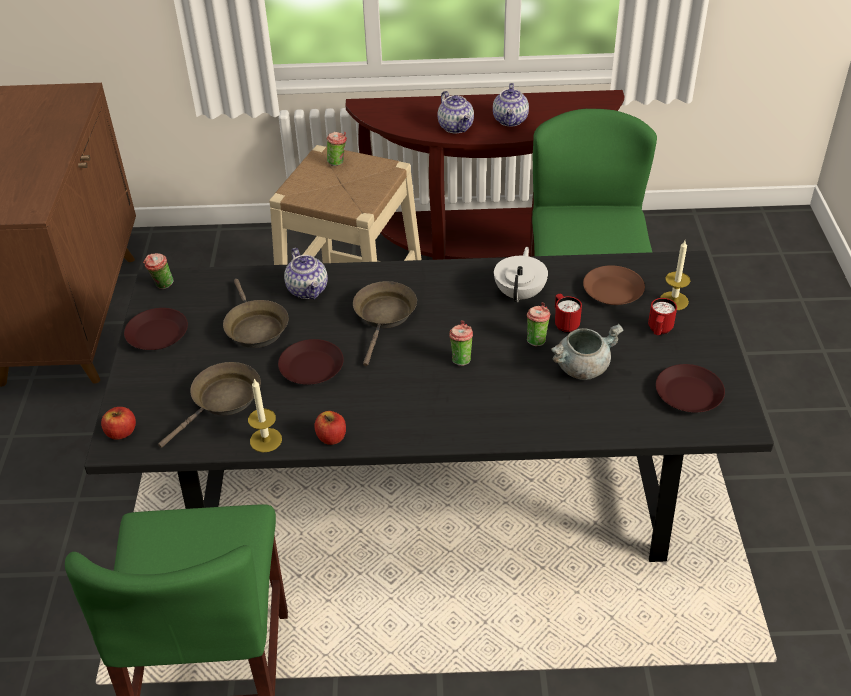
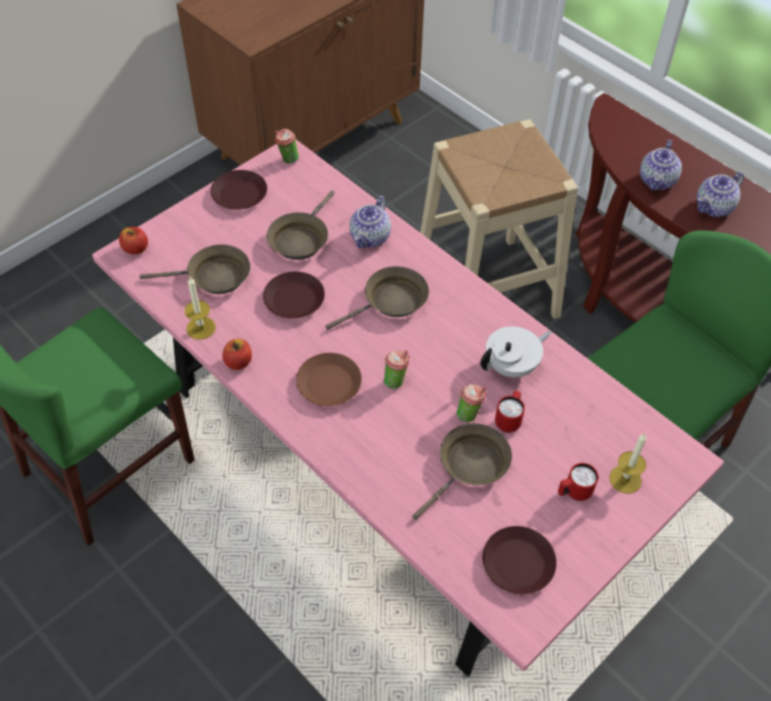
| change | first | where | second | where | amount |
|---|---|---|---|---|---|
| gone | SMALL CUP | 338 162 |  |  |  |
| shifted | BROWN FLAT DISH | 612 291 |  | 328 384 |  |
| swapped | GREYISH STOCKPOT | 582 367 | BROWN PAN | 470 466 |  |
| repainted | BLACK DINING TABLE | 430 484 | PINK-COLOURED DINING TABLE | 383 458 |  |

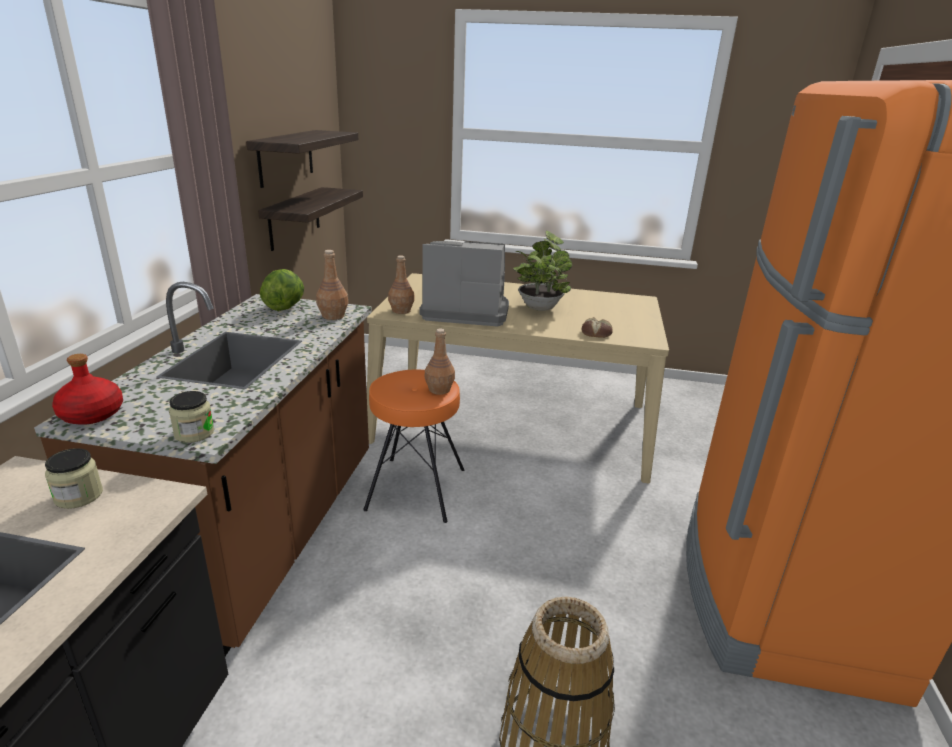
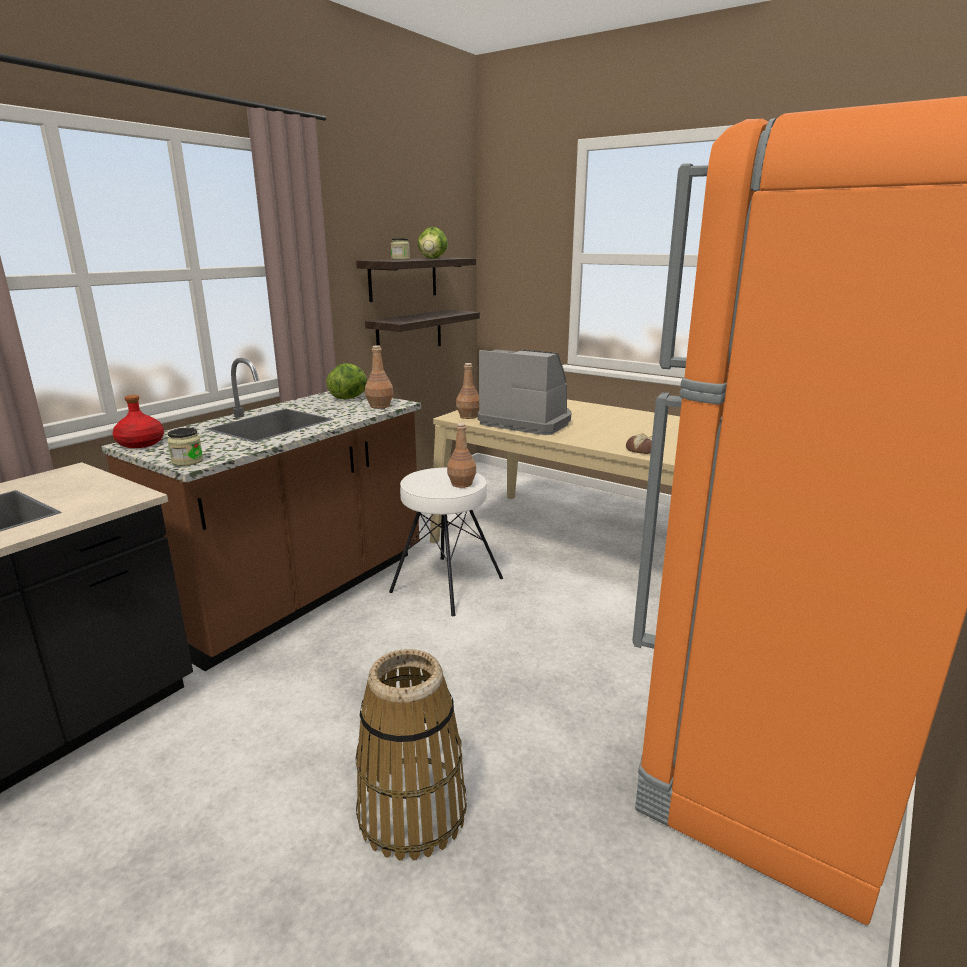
| change | first | where | second | where | amount |
|---|---|---|---|---|---|
| gone | PLANT IN A POT | 540 306 |  |  |  |
| new |  |  | HEAD OF LETTUCE | 432 258 |  |
| shifted | PRESERVE JAR | 79 496 |  | 400 259 |  |
| repainted | ORANGEY STOOL SEAT | 415 488 | WHITE-COLOURED STOOL SEAT | 446 584 |  |

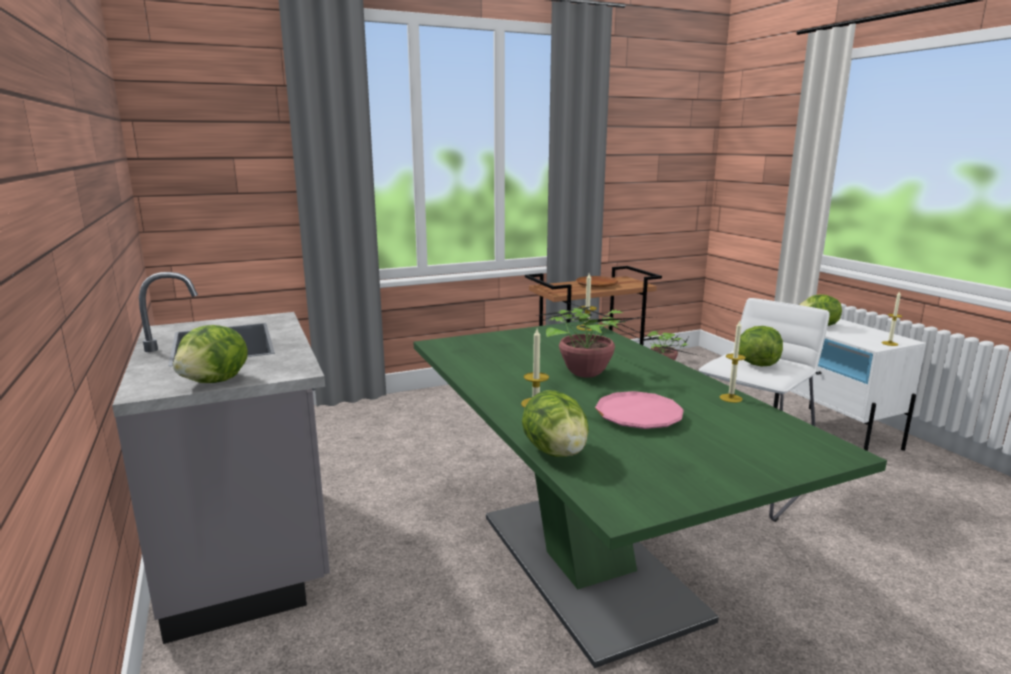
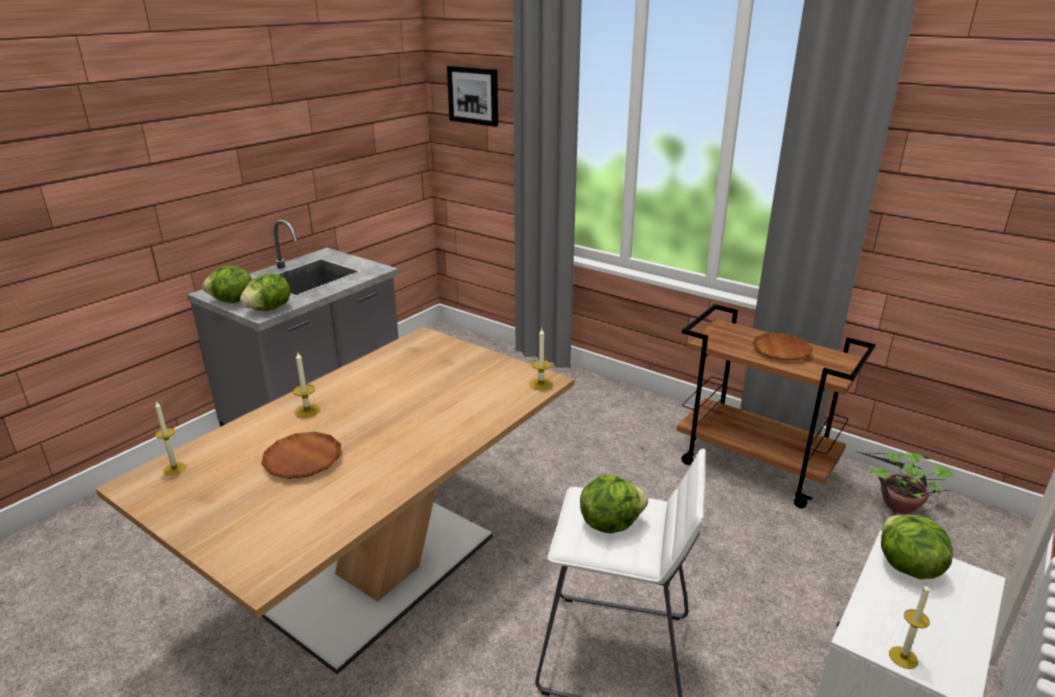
| change | first | where | second | where | amount |
|---|---|---|---|---|---|
| gone | PLANT IN A POT | 584 372 |  |  |  |
| new |  |  | WALL ART | 473 95 |  |
| shifted | HEAD OF LETTUCE | 556 452 |  | 268 309 |  |
| shifted | WAX CANDLE | 730 398 |  | 174 468 |  |
| repainted | GREENISH DINING TABLE | 587 564 | BROWN DINING TABLE | 381 572 |  |
| repainted | PINK-COLOURED FLAT DISH | 638 416 | BROWN FLAT DISH | 303 460 |  |

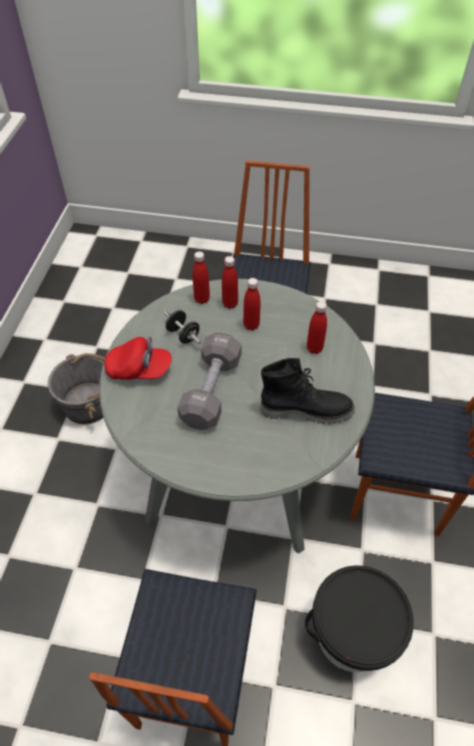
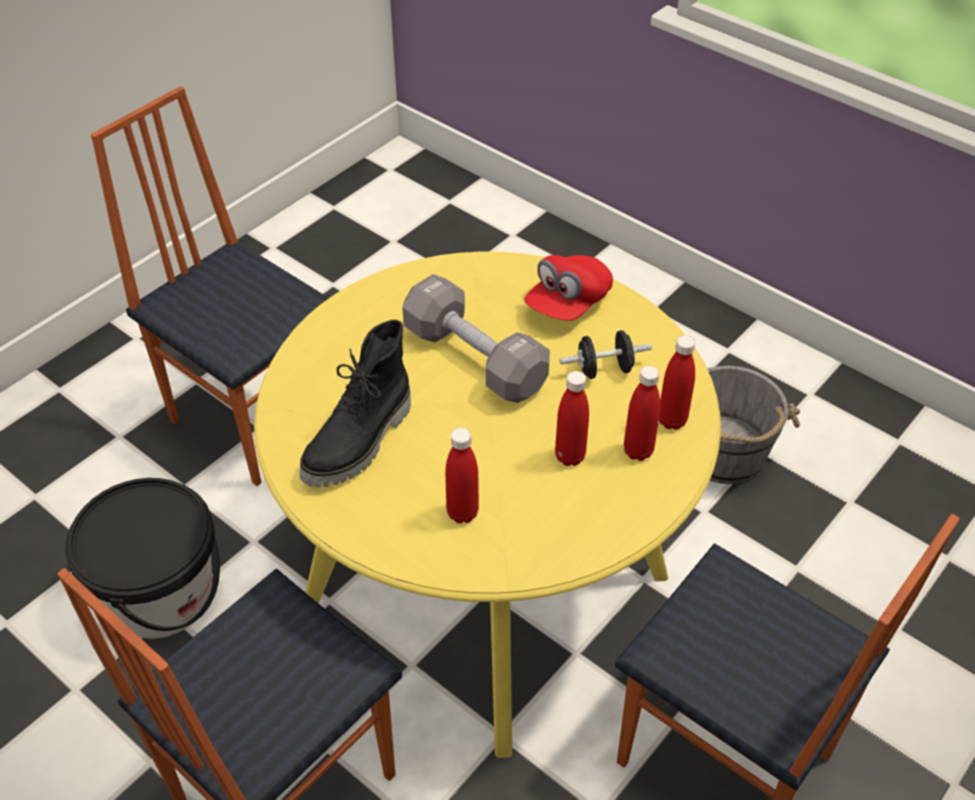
| change | first | where | second | where | amount |
|---|---|---|---|---|---|
| repainted | GREYISH DINING TABLE | 236 468 | YELLOW DINING TABLE | 487 586 |  |

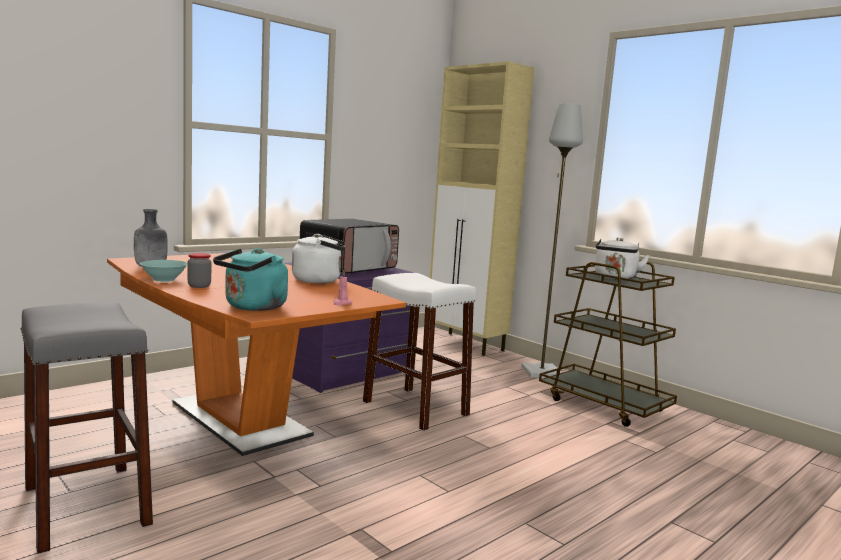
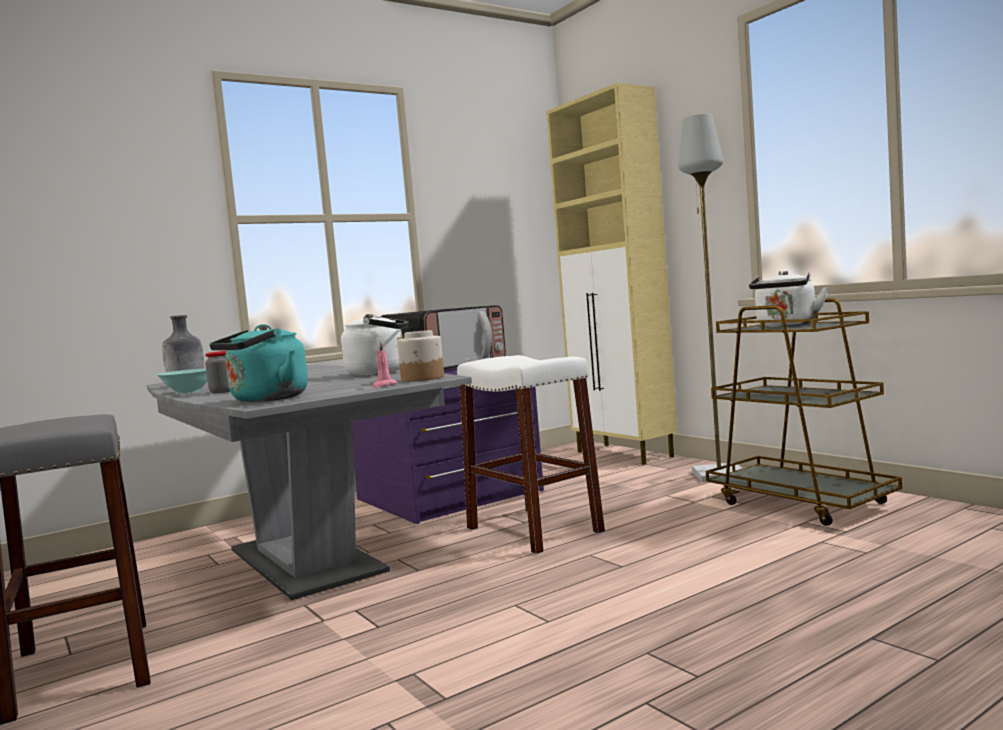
| change | first | where | second | where | amount |
|---|---|---|---|---|---|
| new |  |  | PRESERVE JAR | 423 378 |  |
| repainted | ORANGEY DINING TABLE | 240 419 | GREYISH DINING TABLE | 305 561 |  |

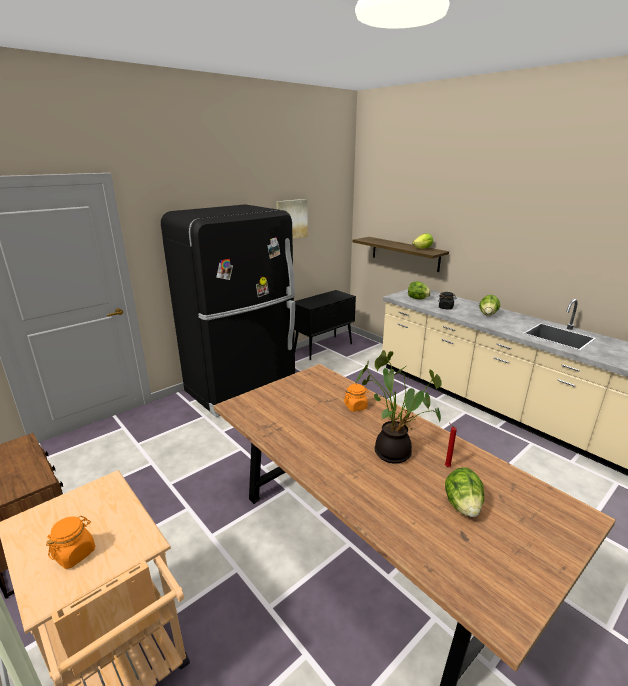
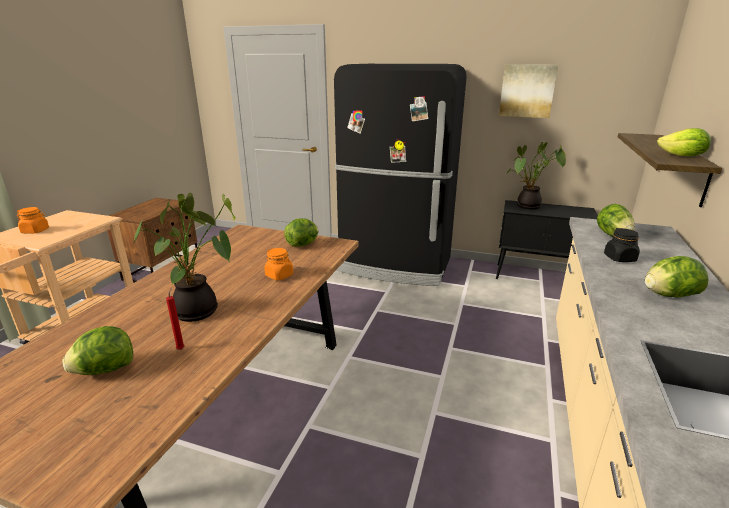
| change | first | where | second | where | amount |
|---|---|---|---|---|---|
| new |  |  | HEAD OF LETTUCE | 303 244 |  |
| new |  |  | PLANT IN A POT | 528 207 |  |

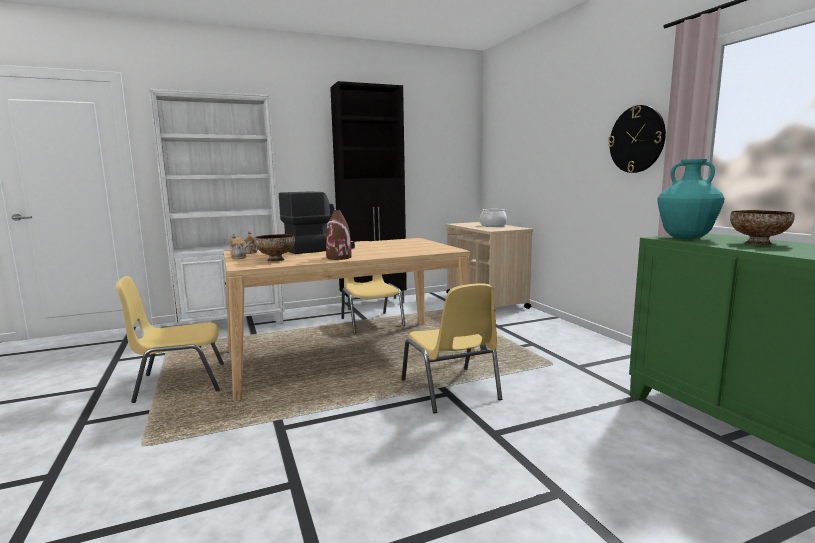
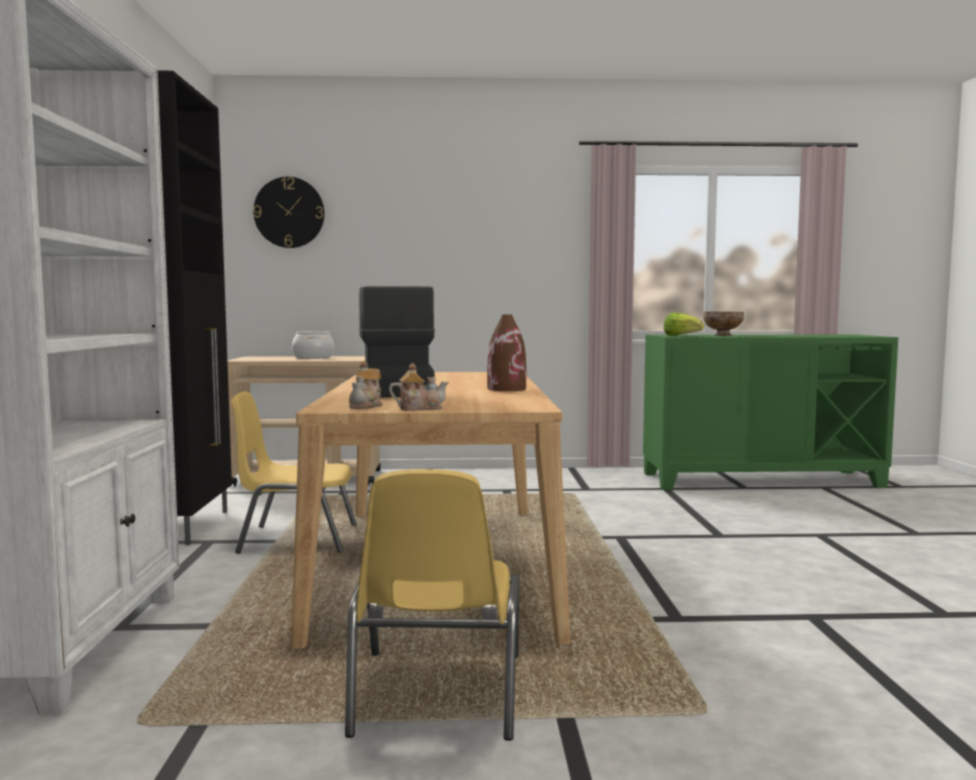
| change | first | where | second | where | amount |
|---|---|---|---|---|---|
| gone | BOWL | 276 260 |  |  |  |
| gone | YELLOW CHAIR | 451 390 |  |  |  |
| shifted | CLOCK ON THE WALL | 636 139 |  | 289 212 |  |
| swapped | TURQUOISE-COLOURED VASE | 686 238 | HEAD OF LETTUCE | 681 336 |  |

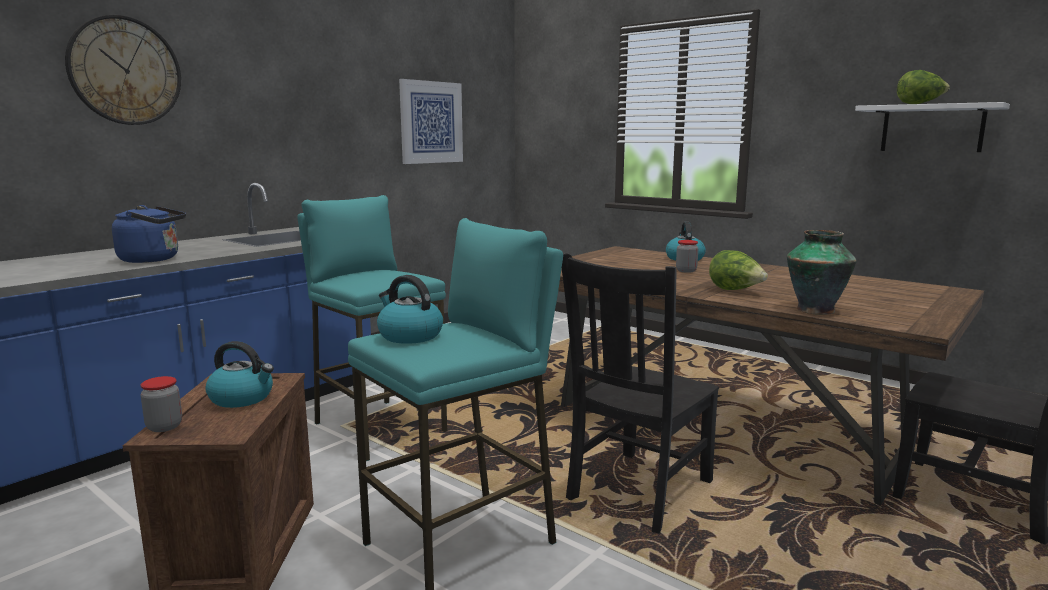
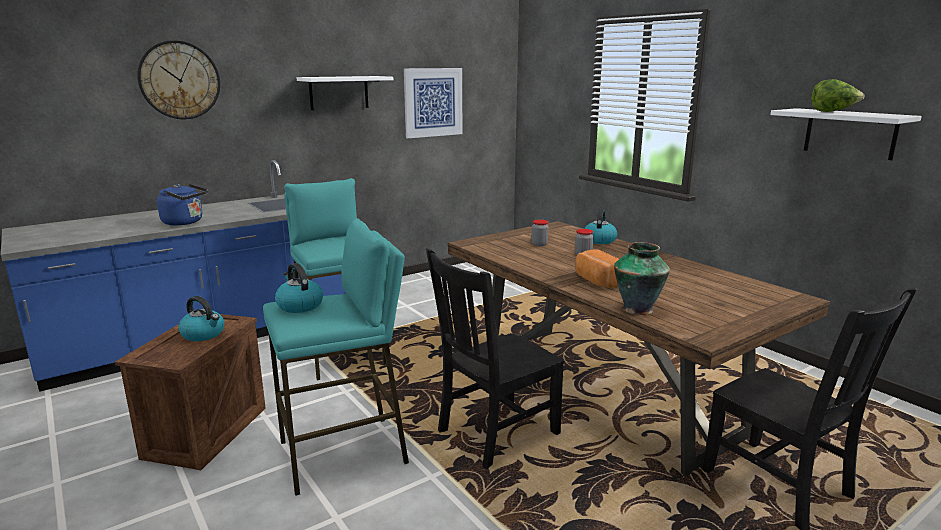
| change | first | where | second | where | amount |
|---|---|---|---|---|---|
| new |  |  | WHITE-COLOURED BRACKET SHELF | 339 92 |  |
| shifted | PRESERVE JAR | 164 427 |  | 539 244 |  |
| swapped | HEAD OF LETTUCE | 735 290 | BREAD | 597 281 |  |

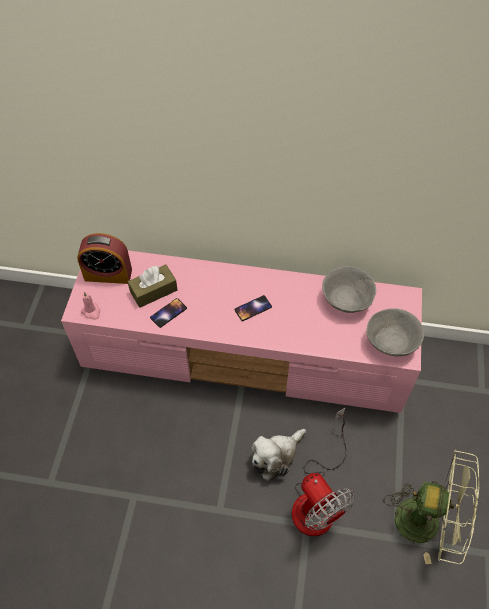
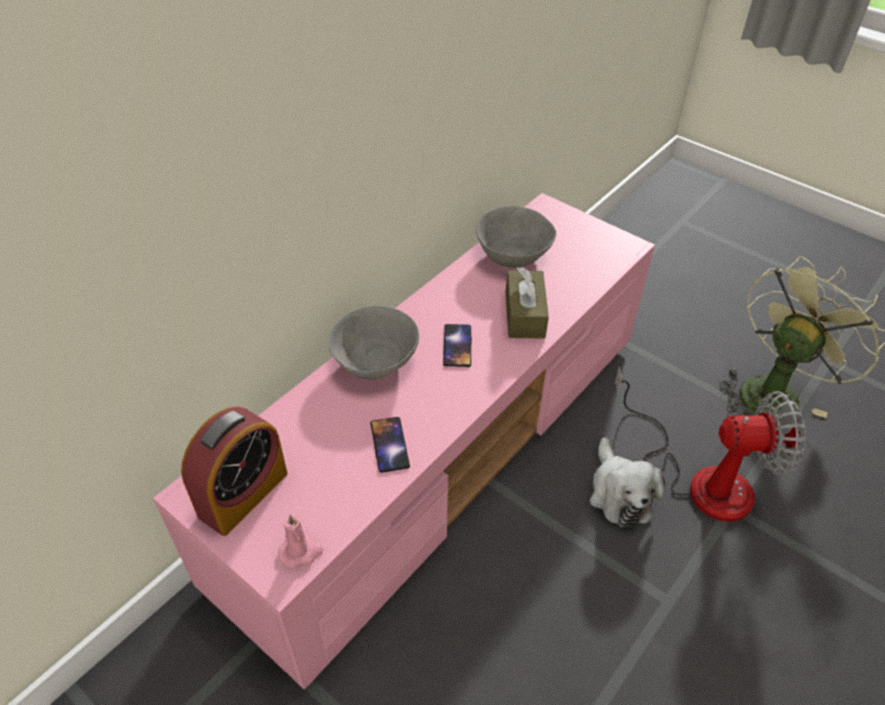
| change | first | where | second | where | amount |
|---|---|---|---|---|---|
| shifted | BROWN BOX OF TISSUES | 153 291 |  | 524 314 |  |
| shifted | GREYISH BOWL | 391 342 |  | 375 362 |  |

